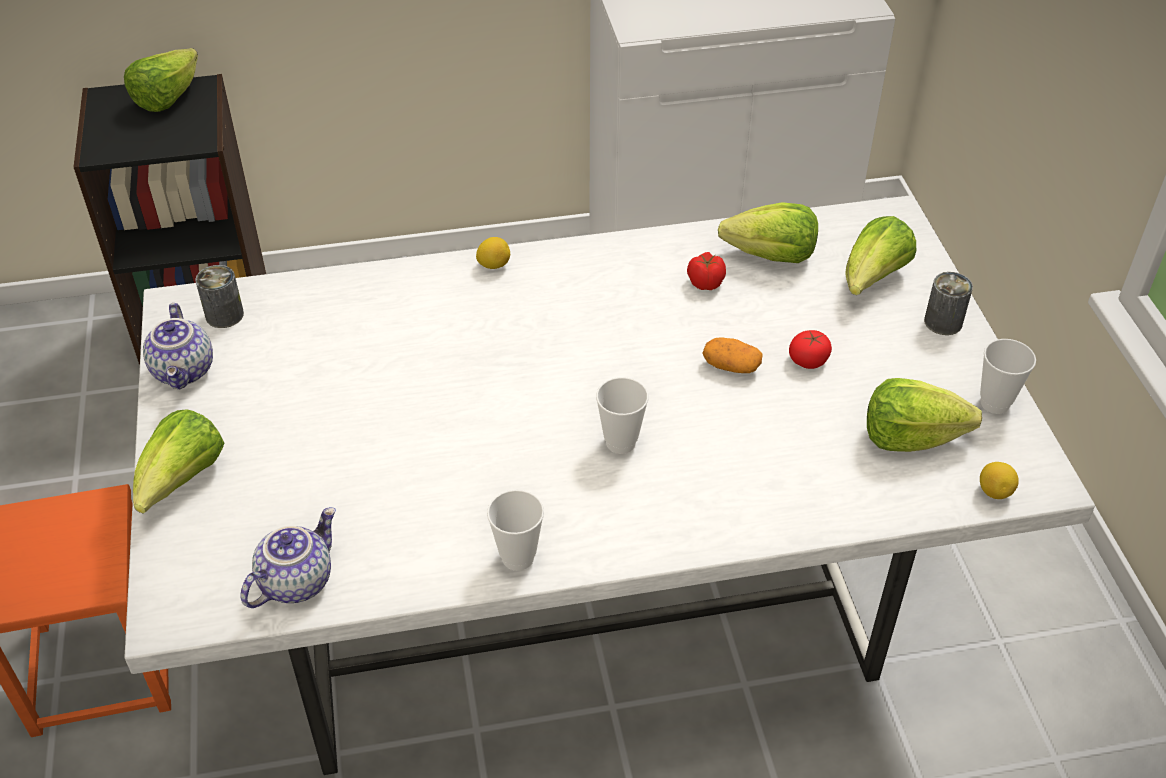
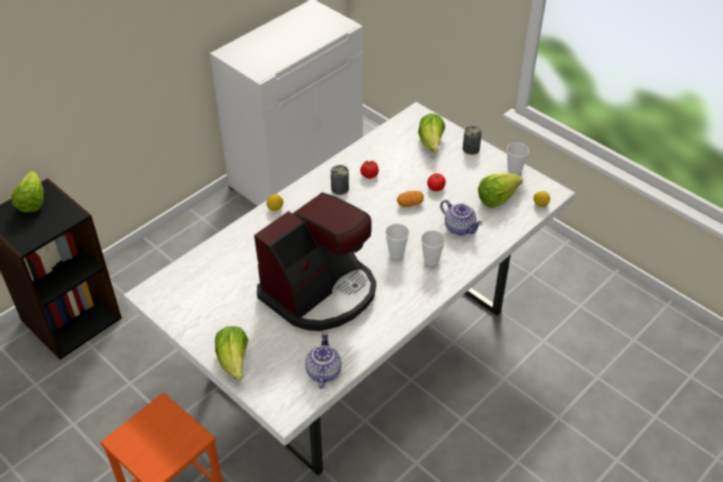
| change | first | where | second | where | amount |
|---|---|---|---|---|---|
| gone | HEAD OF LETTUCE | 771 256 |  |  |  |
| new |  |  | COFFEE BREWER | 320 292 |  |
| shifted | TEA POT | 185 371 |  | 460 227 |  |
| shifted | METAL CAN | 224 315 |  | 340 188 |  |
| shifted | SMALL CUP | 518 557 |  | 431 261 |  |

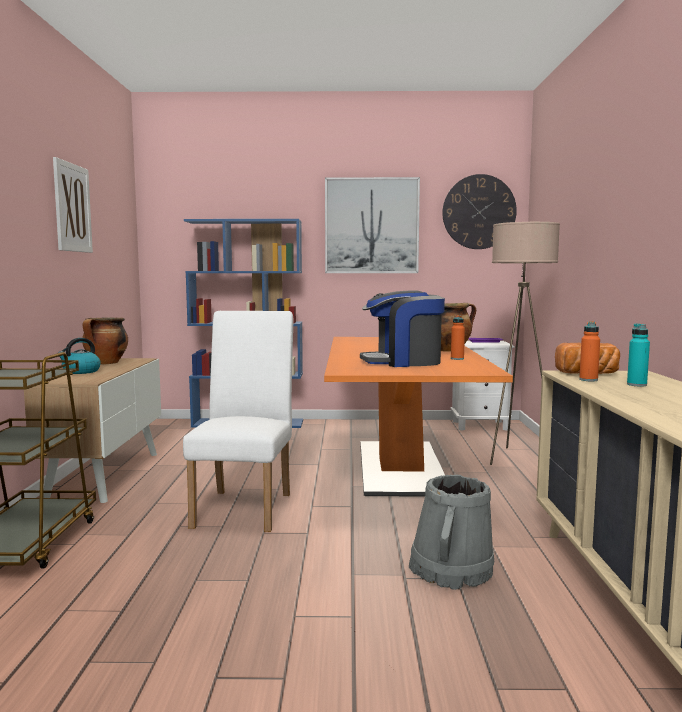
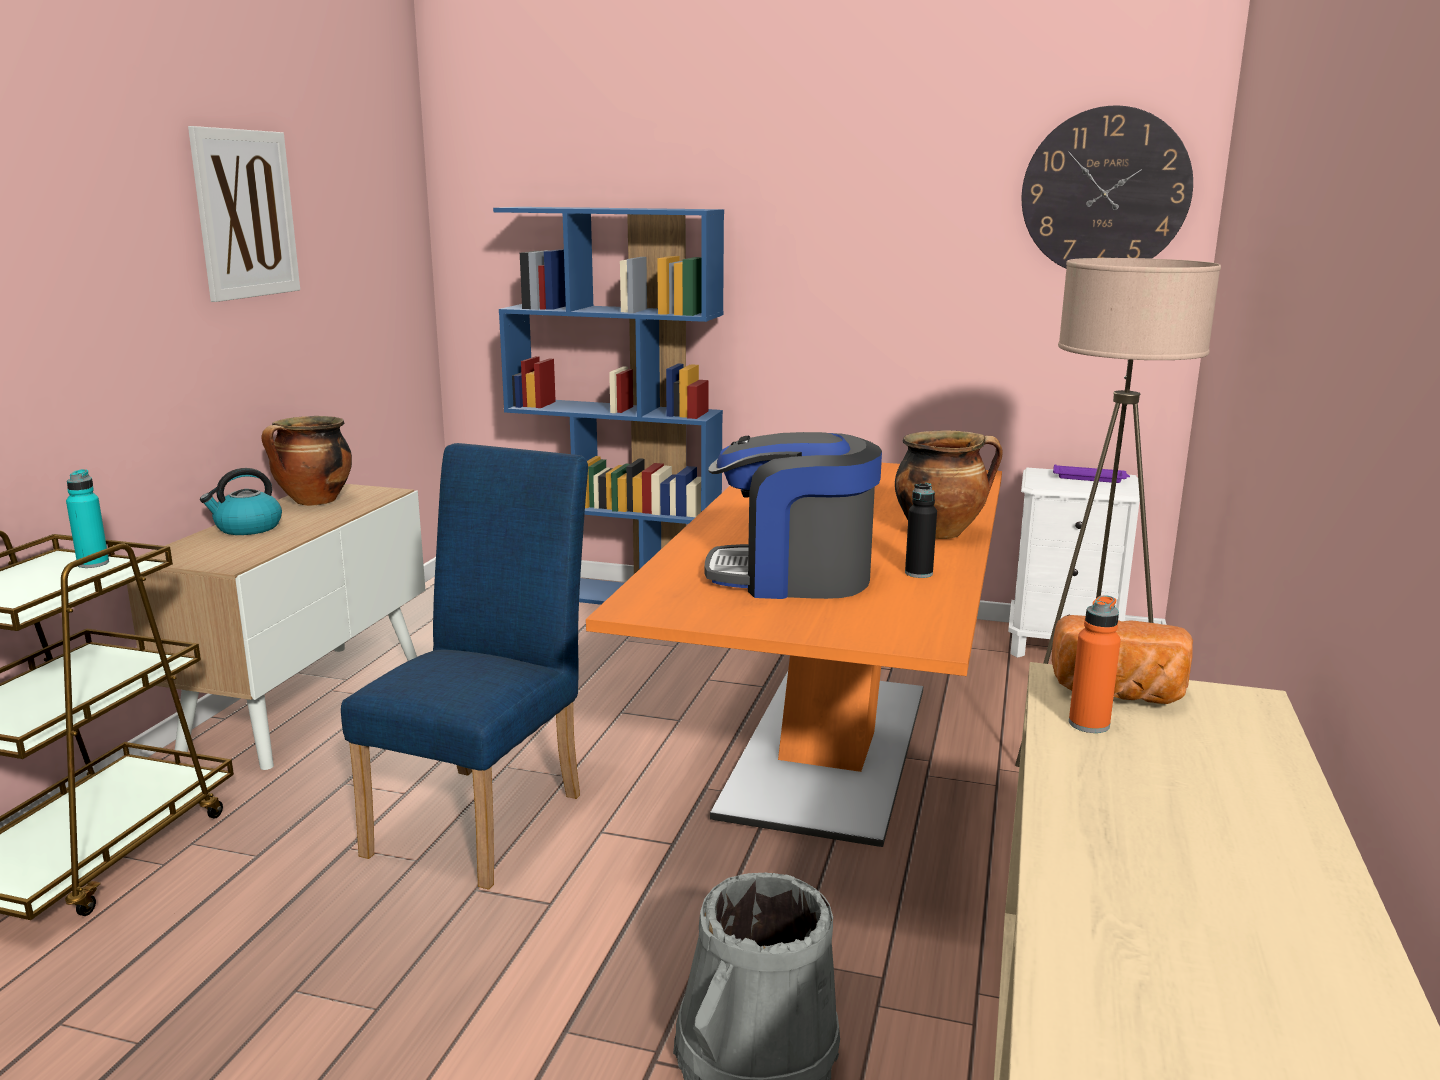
| change | first | where | second | where | amount |
|---|---|---|---|---|---|
| gone | WALL ART | 371 226 |  |  |  |
| shifted | TURQUOISE-COLOURED DRINK BOTTLE | 636 385 |  | 93 563 |  |
| repainted | WHITE-COLOURED CHAIR | 246 506 | BLUISH CHAIR | 486 815 |  |
| repainted | ORANGEY DRINK BOTTLE | 457 359 | BLACK DRINK BOTTLE | 918 573 |  |

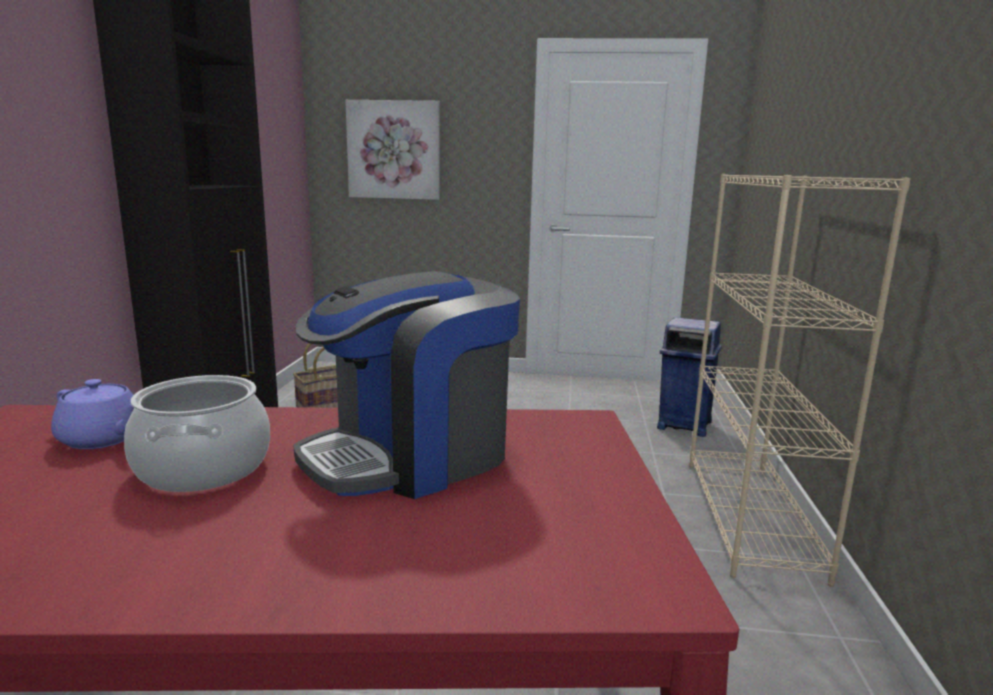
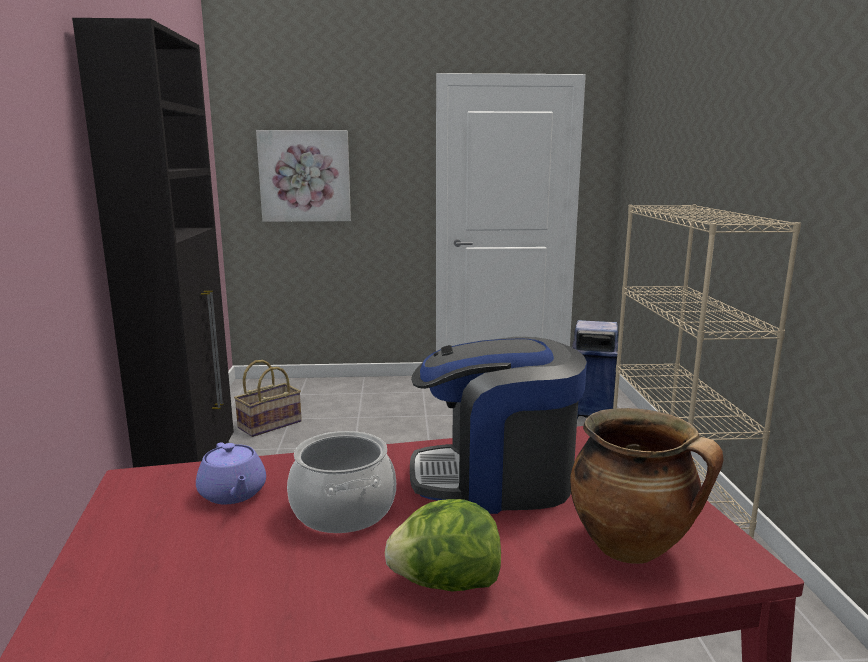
| change | first | where | second | where | amount |
|---|---|---|---|---|---|
| new |  |  | HEAD OF LETTUCE | 445 584 |  |
| new |  |  | STOCKPOT | 633 548 |  |
| rotated | PURPLE TEA POT | 103 439 |  | 233 494 | 45 degrees clockwise |
| rotated | COFFEE BREWER | 412 456 |  | 496 480 | 45 degrees clockwise |

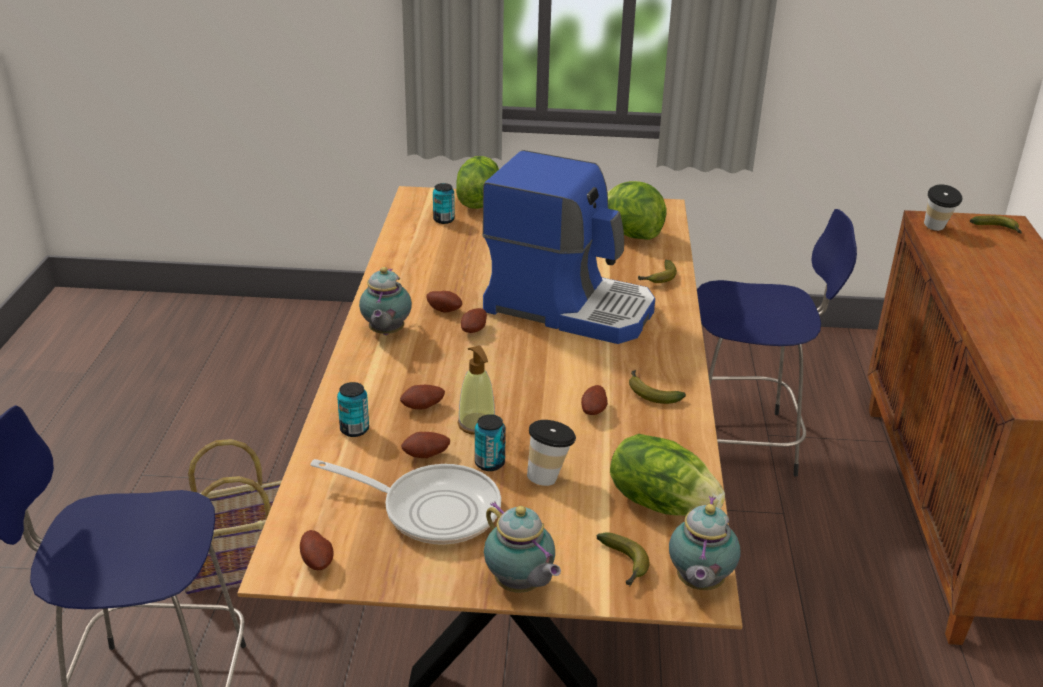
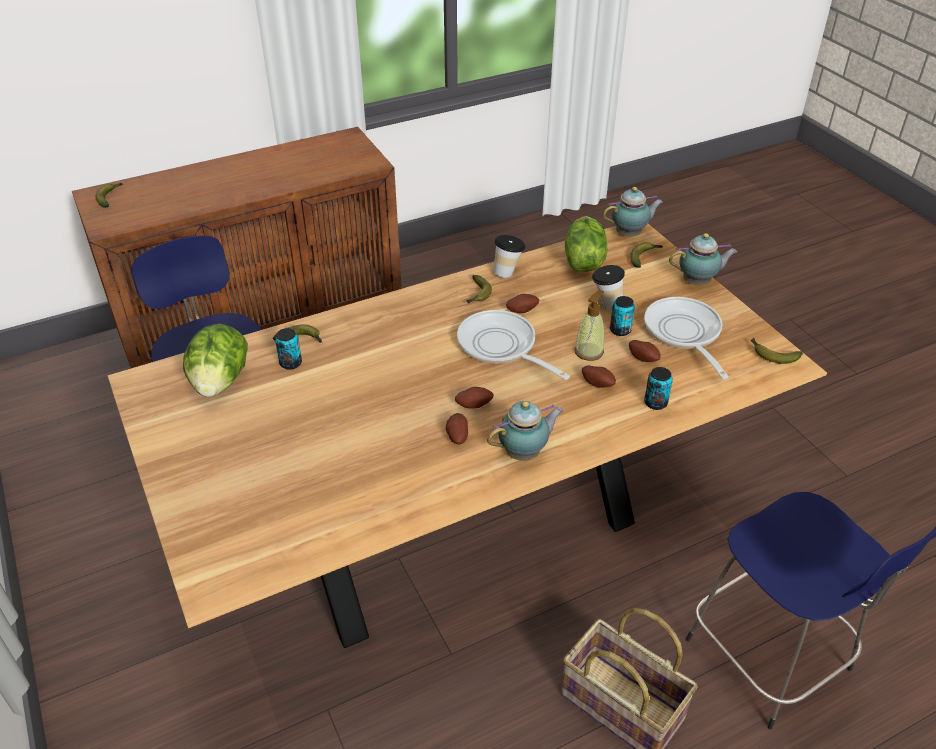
| change | first | where | second | where | amount |
|---|---|---|---|---|---|
| gone | HEAD OF LETTUCE | 477 201 |  |  |  |
| gone | COFFEE BREWER | 569 307 |  |  |  |
| new |  |  | PAN | 501 347 |  |
| shifted | METAL CAN | 444 220 |  | 291 363 |  |
| shifted | SMALL CUP | 936 229 |  | 508 272 |  |
| swapped | WHOLE POTATO | 318 561 | WHOLE BANANA | 772 355 |  |
| rotated | TEA POT | 520 586 |  | 698 282 | 60 degrees clockwise |

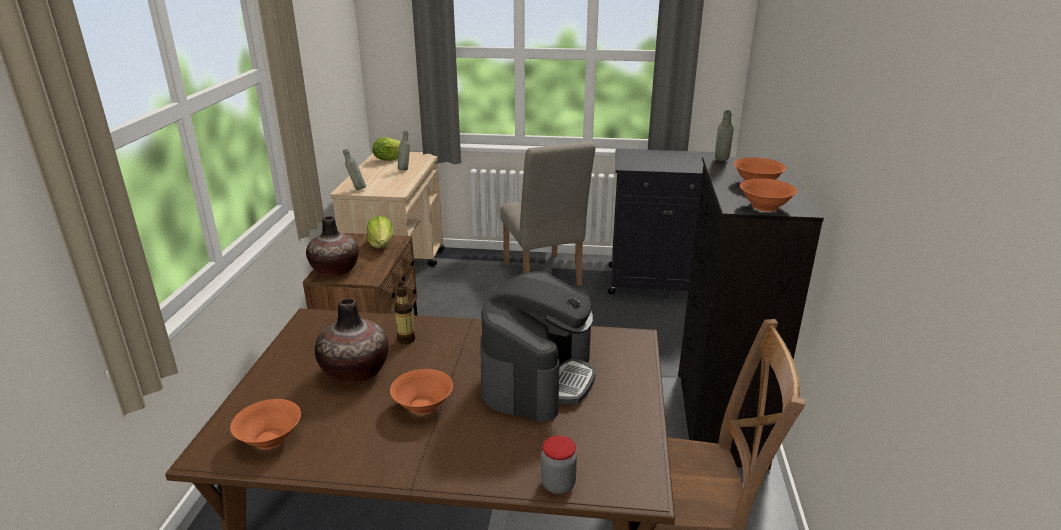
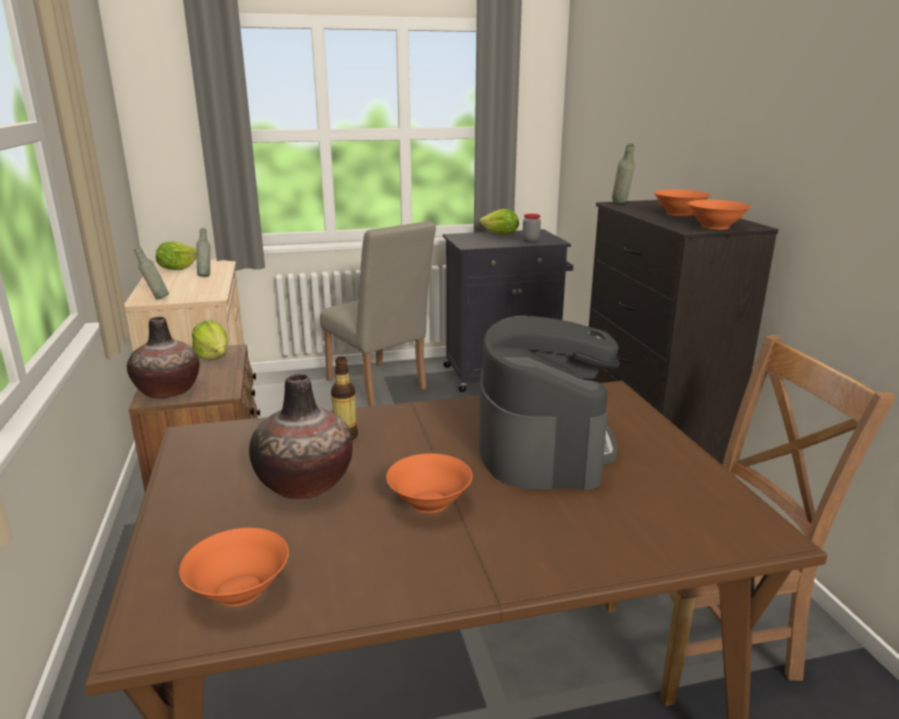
| change | first | where | second | where | amount |
|---|---|---|---|---|---|
| new |  |  | HEAD OF LETTUCE | 500 234 |  |
| shifted | PRESERVE JAR | 558 484 |  | 530 240 |  |

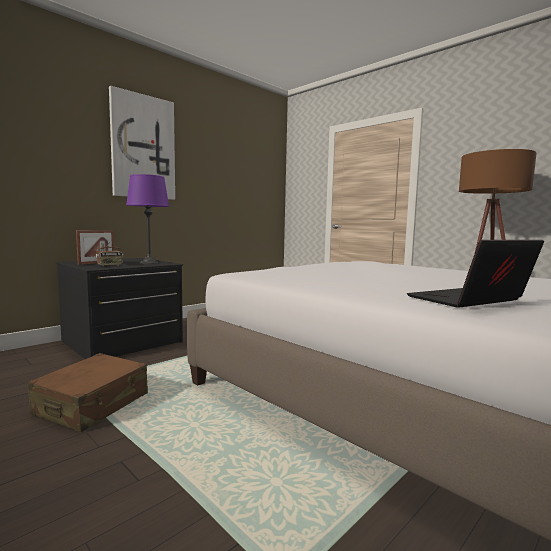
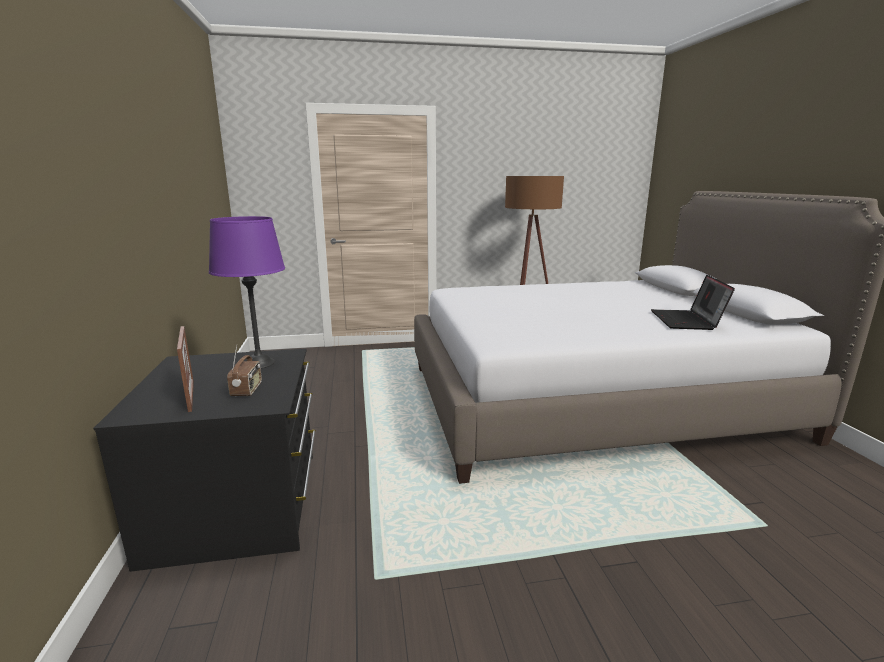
| change | first | where | second | where | amount |
|---|---|---|---|---|---|
| gone | BROWN TRAVEL CASE | 93 404 |  |  |  |
| gone | WALL ART | 143 147 |  |  |  |

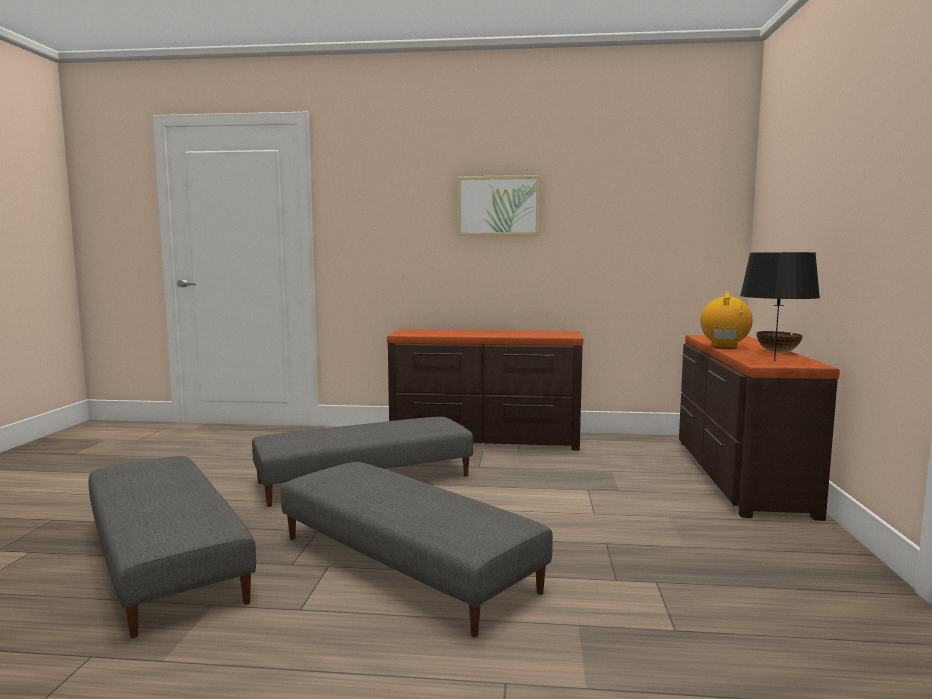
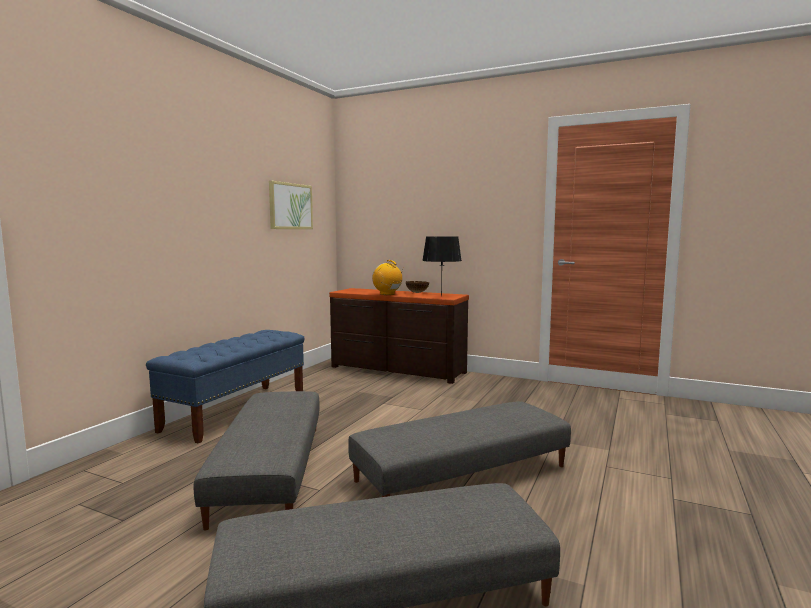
| change | first | where | second | where | amount |
|---|---|---|---|---|---|
| shifted | WALL ART | 498 206 |  | 290 206 |  |
| swapped | BROWN CHEST OF DRAWERS | 485 440 | BLUISH BENCH | 237 411 |  |

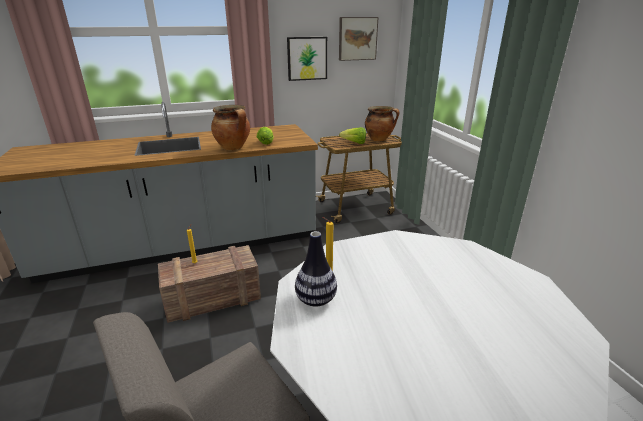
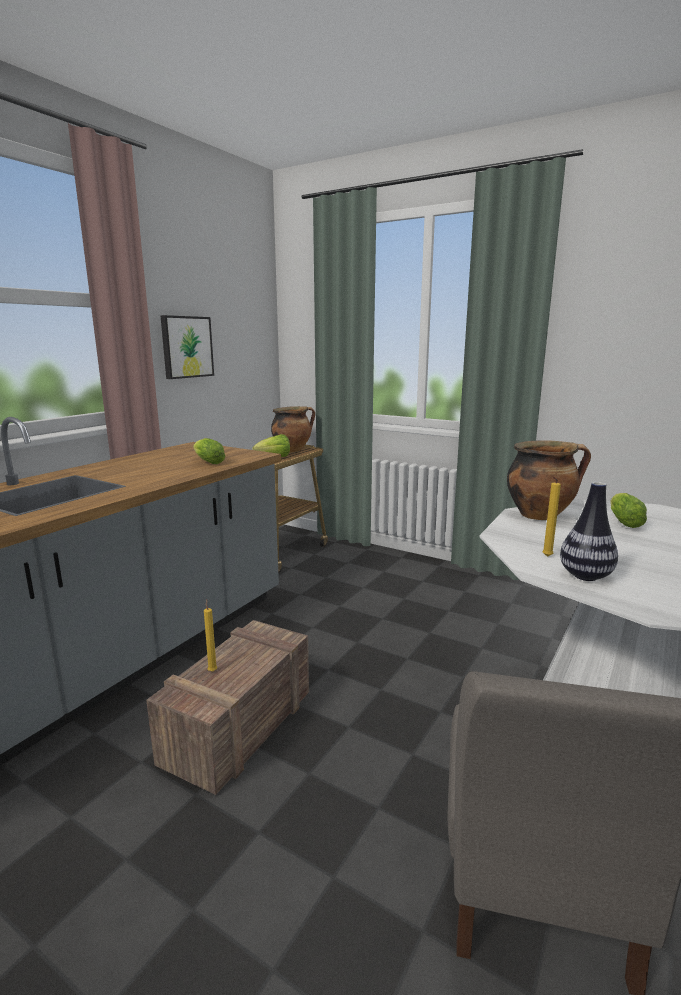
| change | first | where | second | where | amount |
|---|---|---|---|---|---|
| gone | WALL ART | 357 38 |  |  |  |
| new |  |  | HEAD OF LETTUCE | 622 522 |  |
| shifted | STOCKPOT | 234 148 |  | 540 515 |  |

